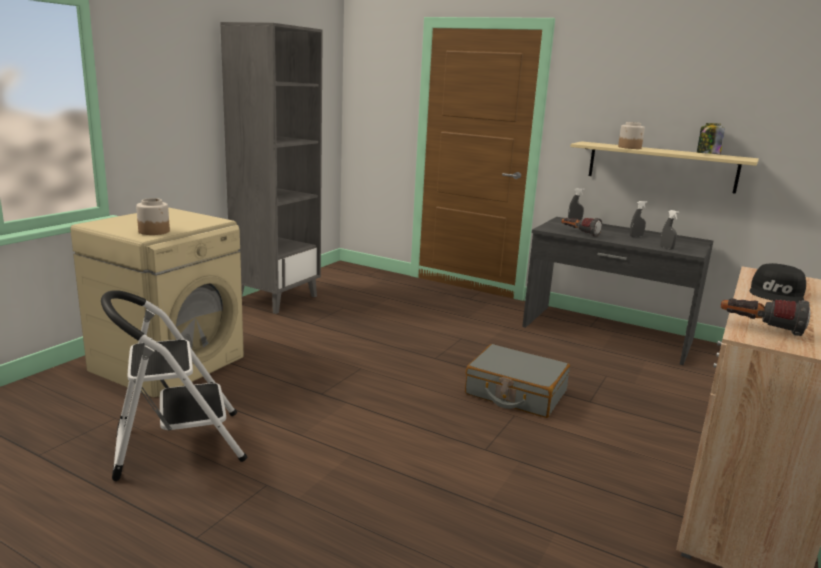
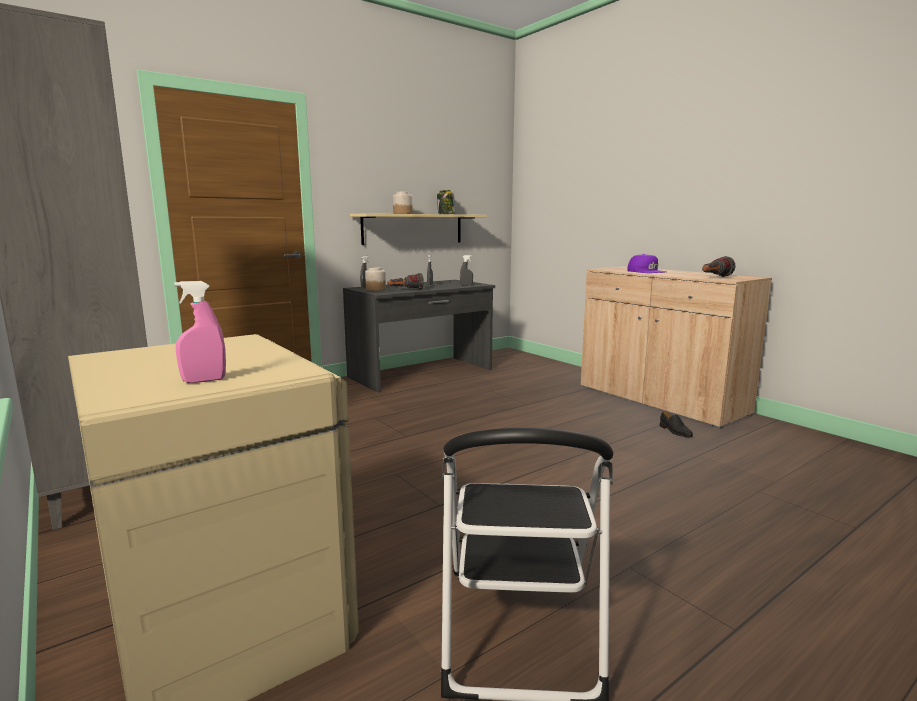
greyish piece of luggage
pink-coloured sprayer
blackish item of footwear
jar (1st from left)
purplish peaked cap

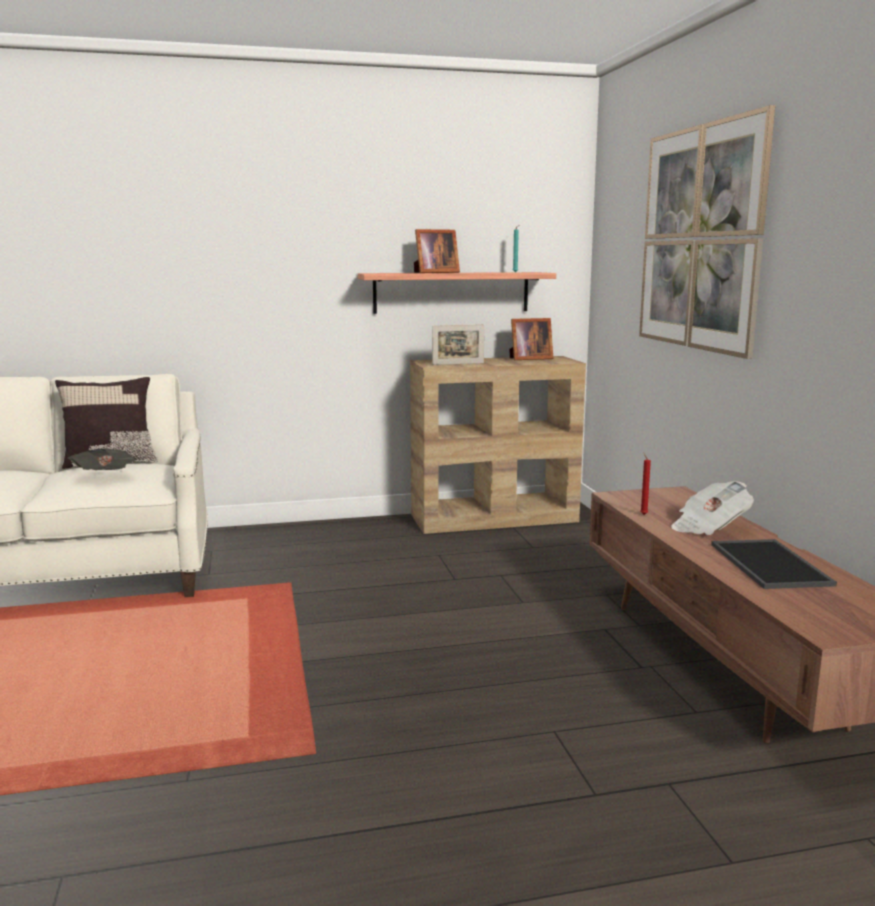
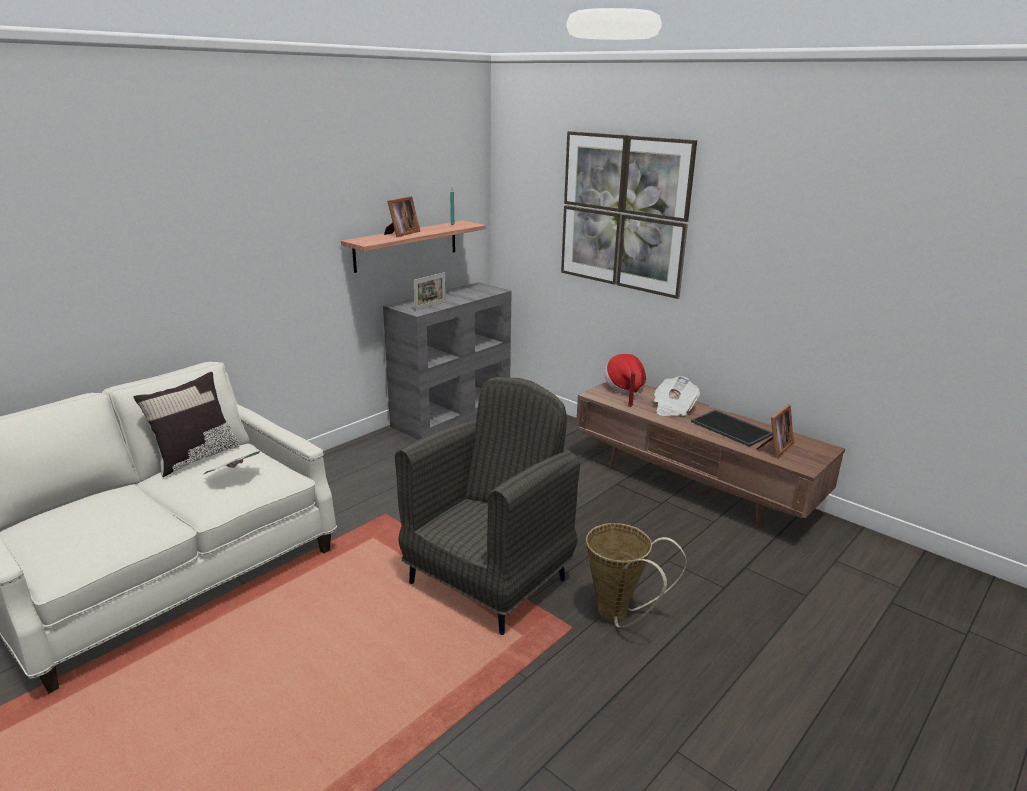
greyish armchair
storage basket
clothing hat
standing frame (3rd from left)
greyish shelving unit

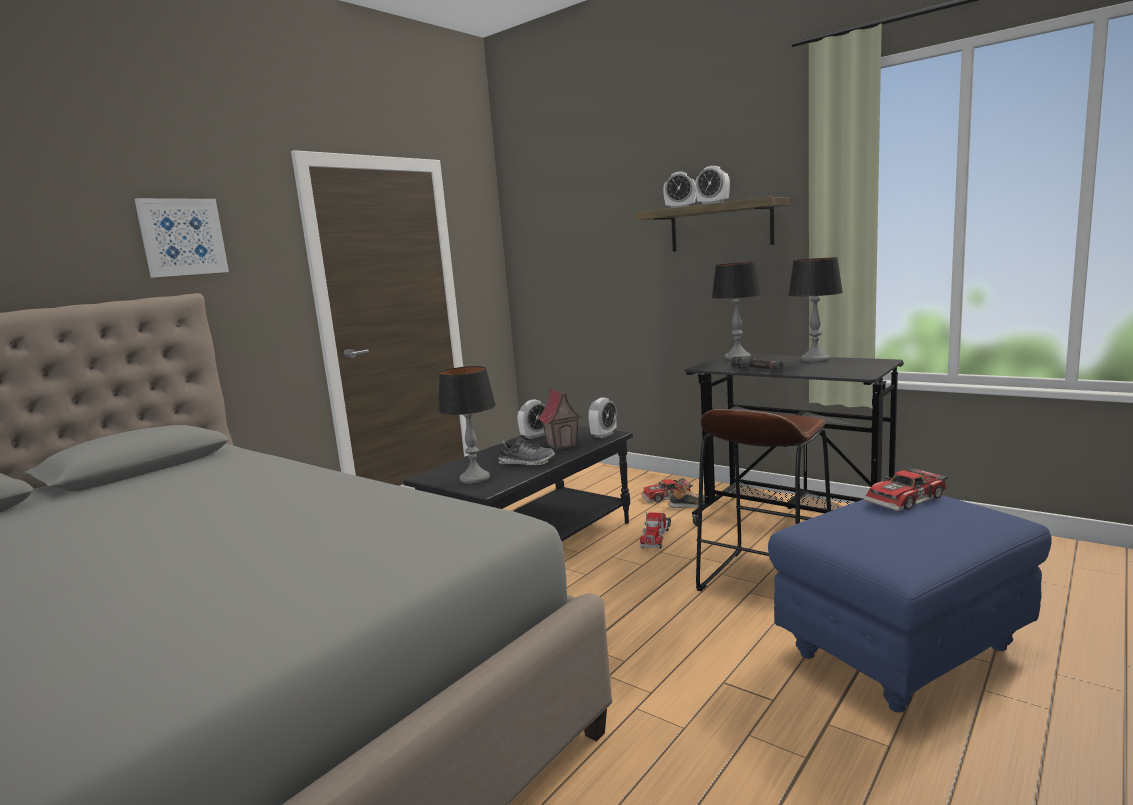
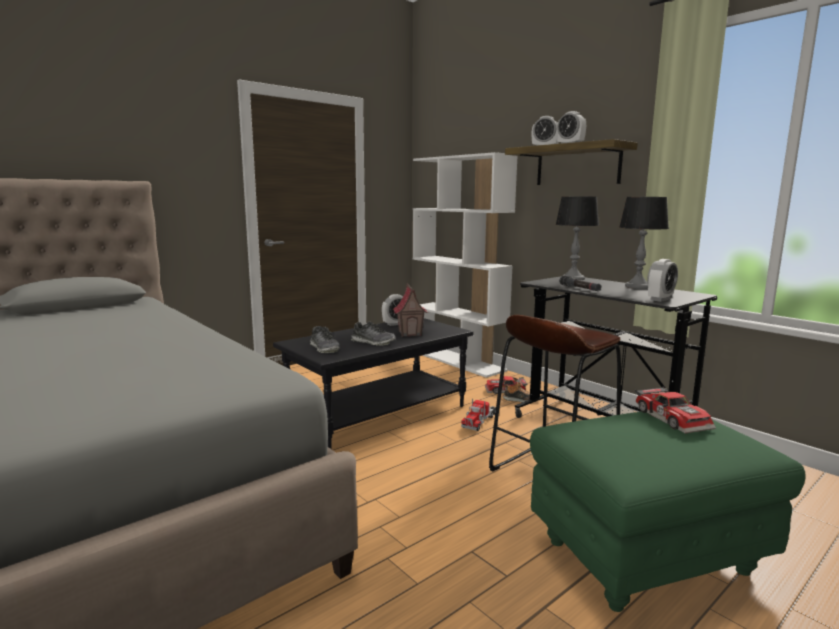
wall picture
white-coloured shelving unit
bedside clock (4th from left)
item of footwear (1st from left)
green ottoman
model car (2nd from left)

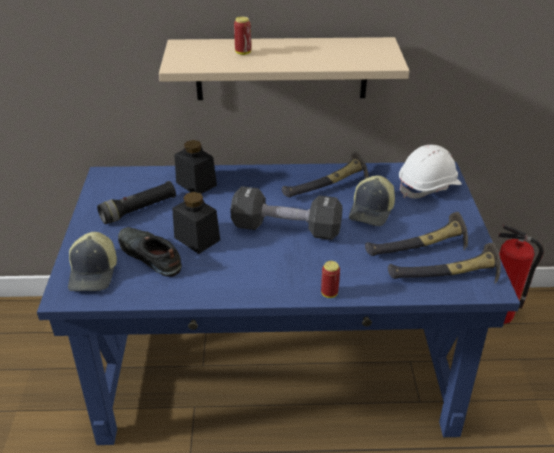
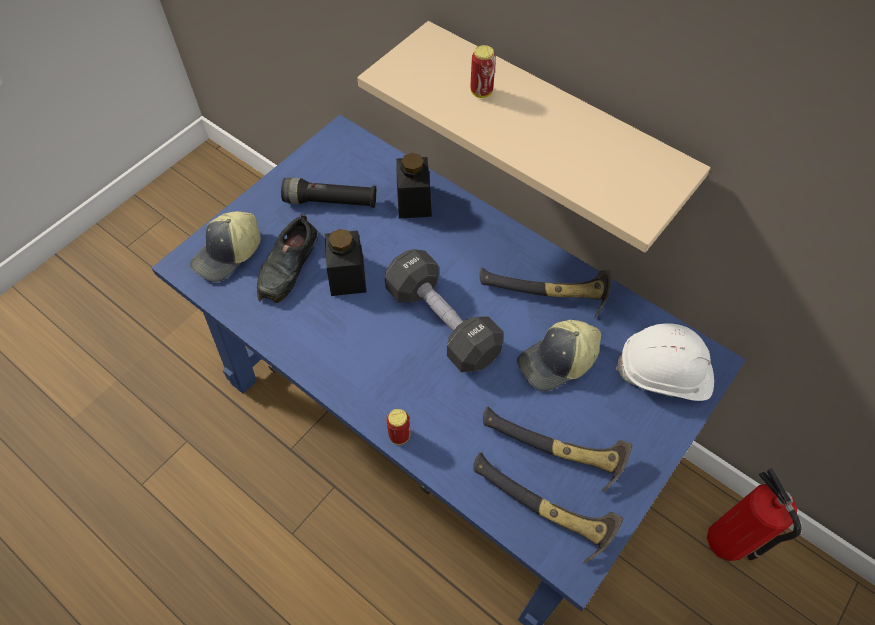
blackish item of footwear

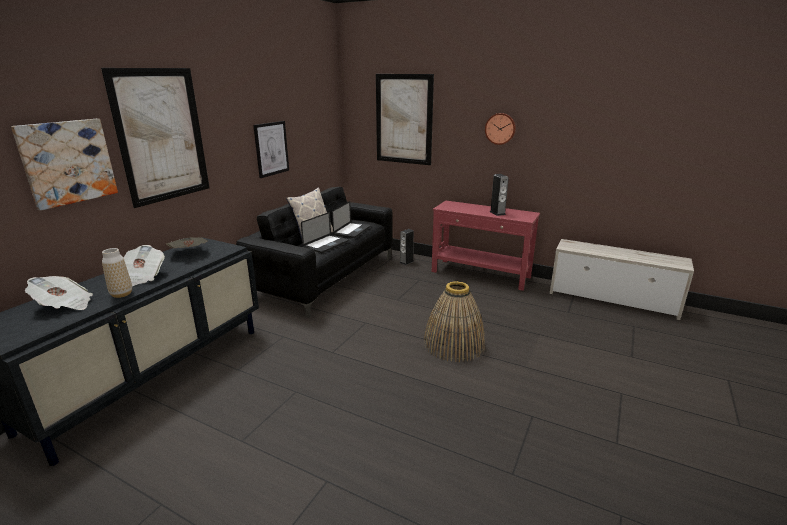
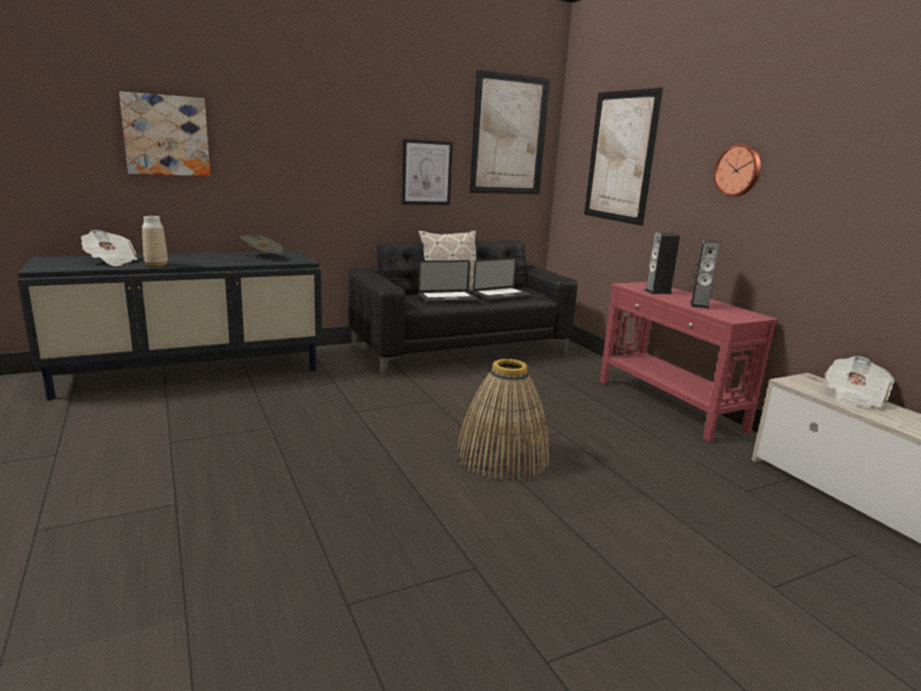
wall picture (3rd from left)
newspaper (3rd from left)
loudspeaker (1st from left)

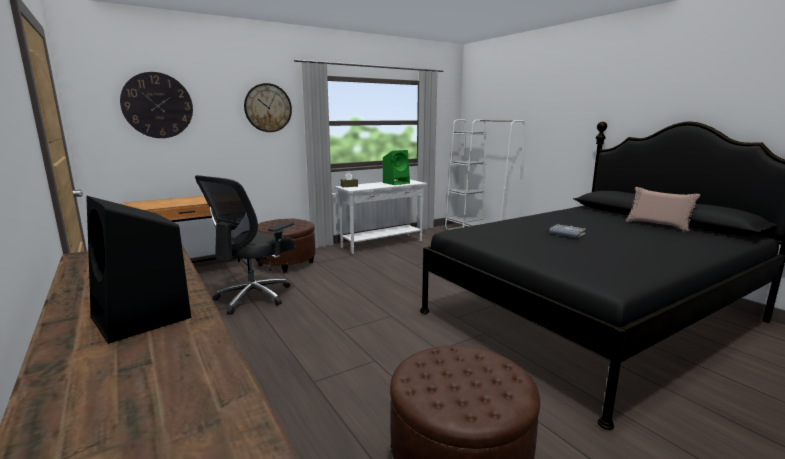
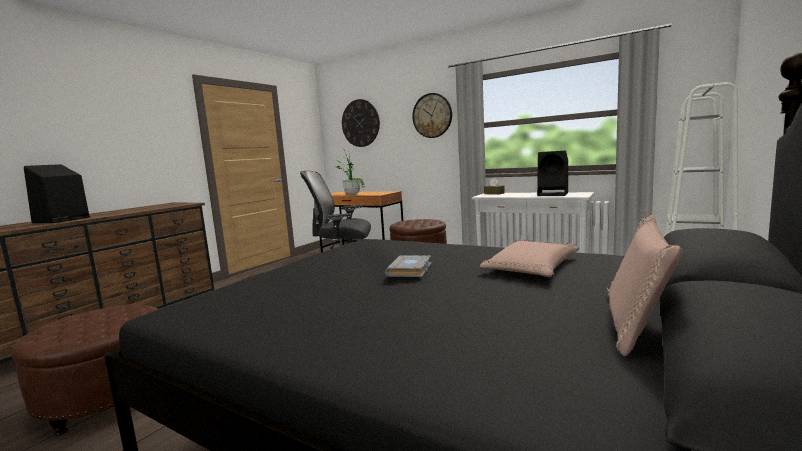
houseplant
sand-coloured cushion (1st from left)
blackish loudspeaker (2nd from left)

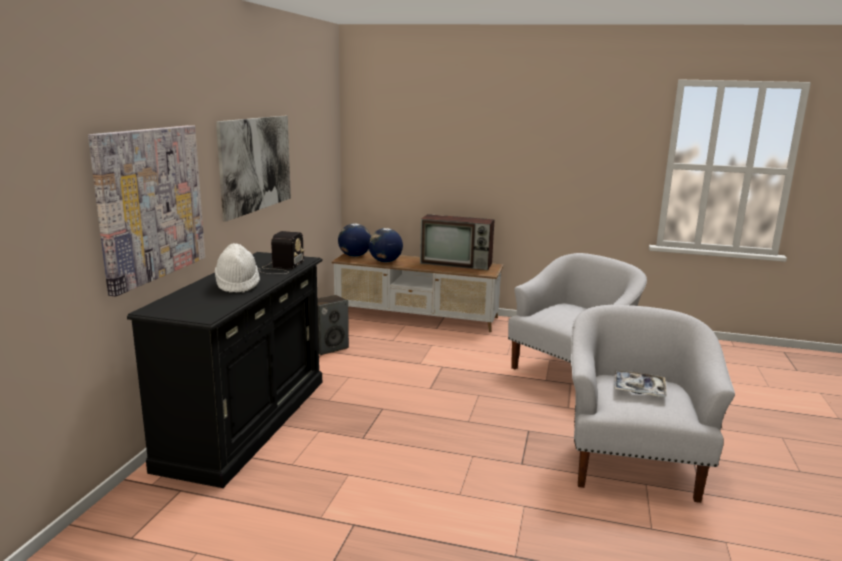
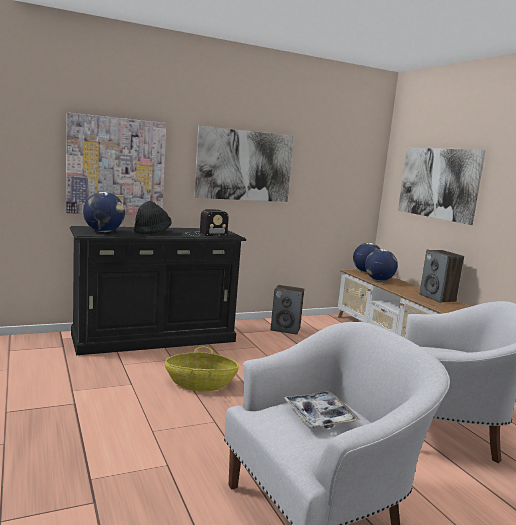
desk globe (1st from left)
storage basket
wall picture (3rd from left)
loudspeaker (2nd from left)
blackish clothing hat

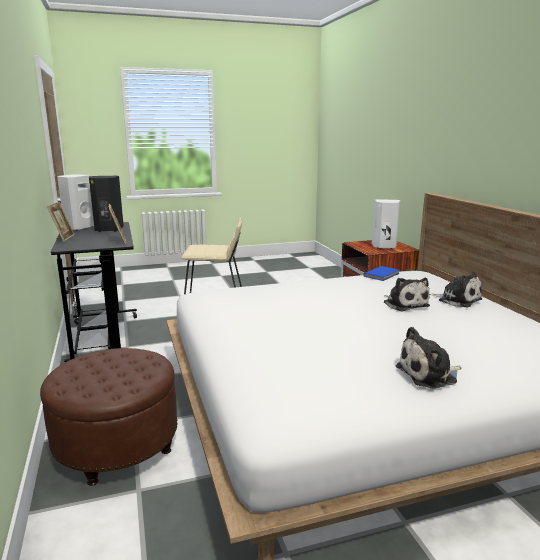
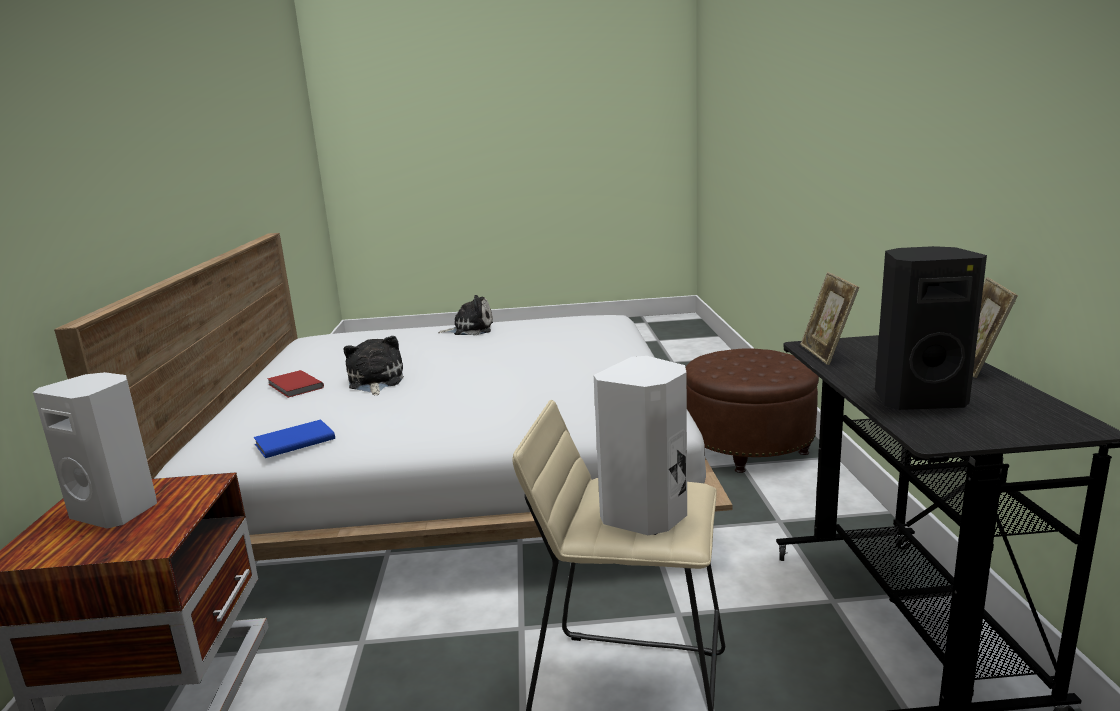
white-coloured loudspeaker (2nd from left)
red-coloured volume

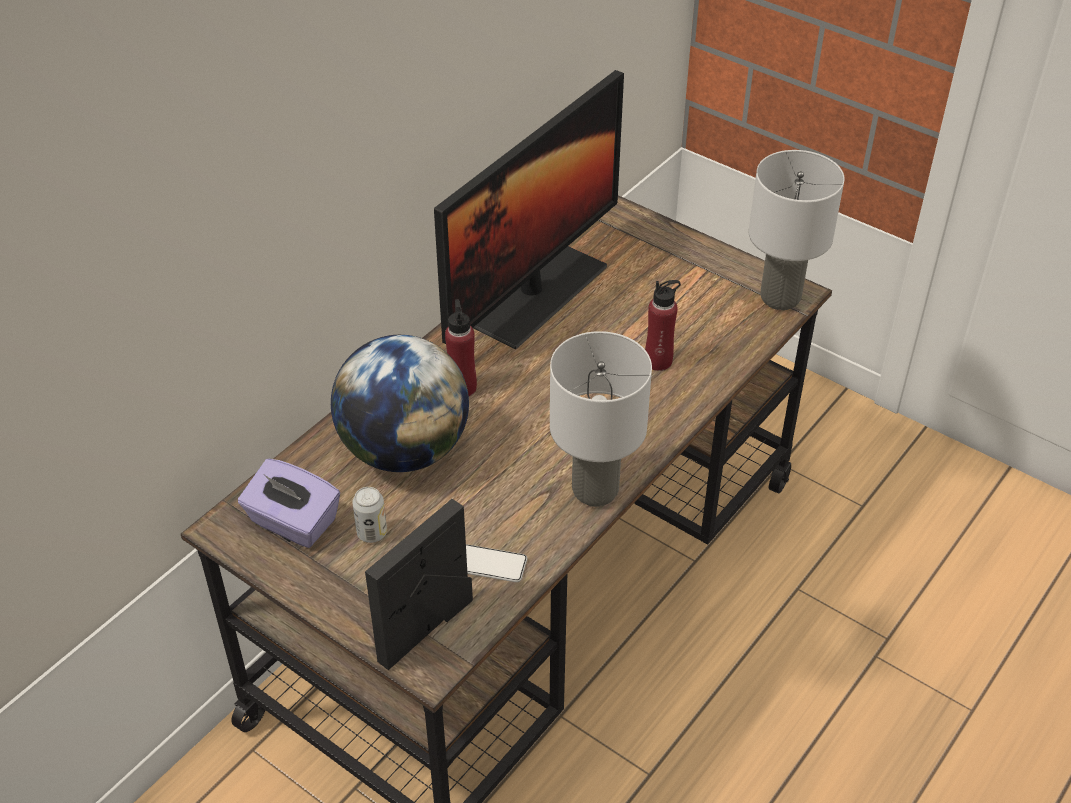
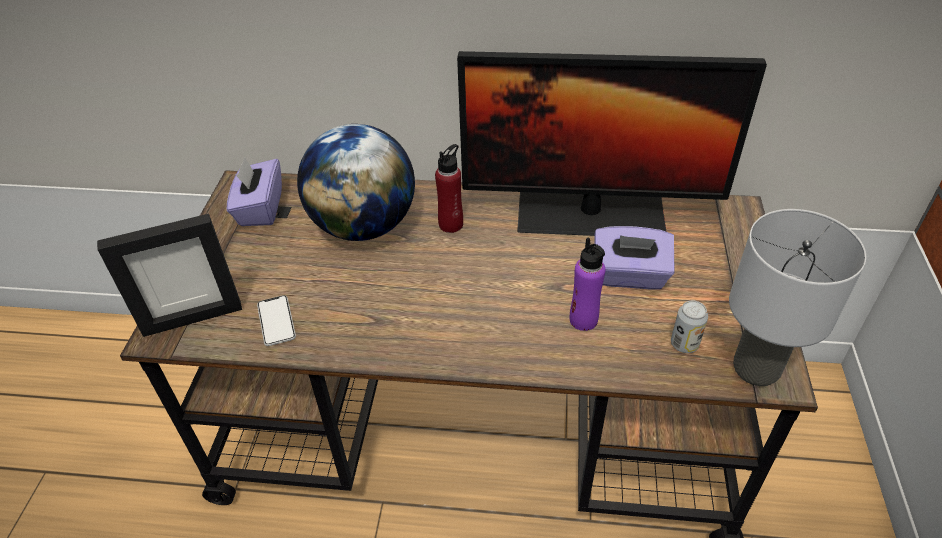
white-coloured table lamp (1st from left in the first image)
purplish tissue box (2nd from left)
sealed can
purplish beverage bottle
standing frame

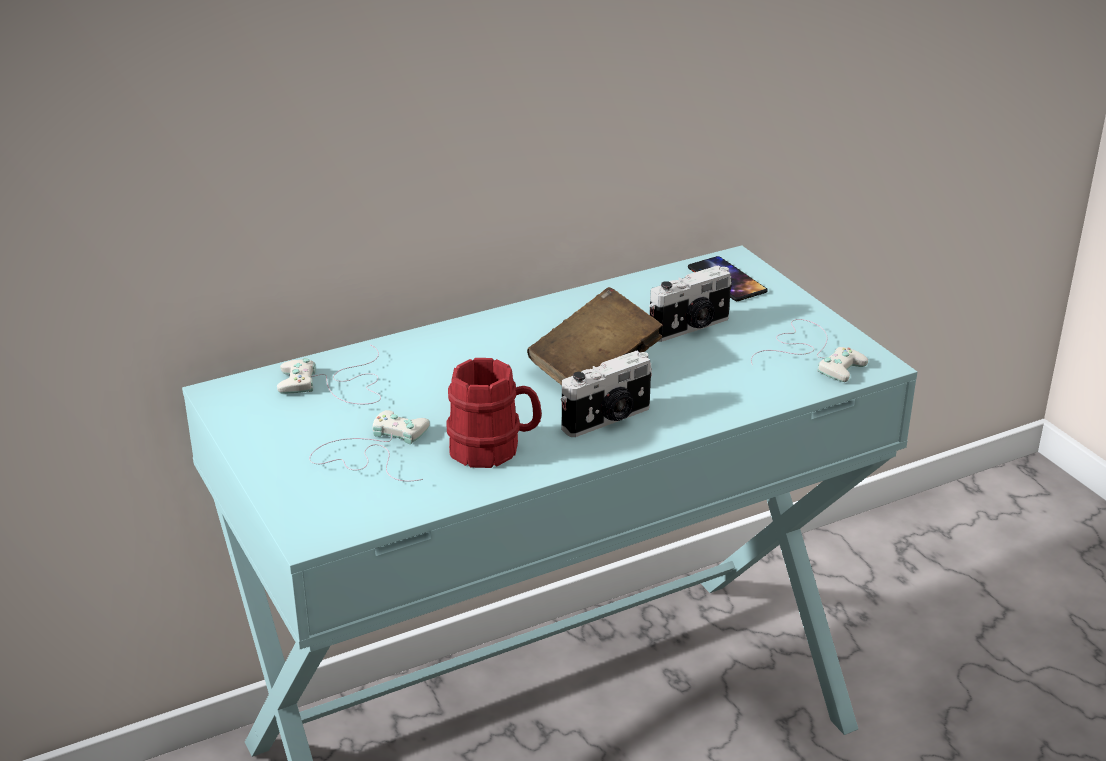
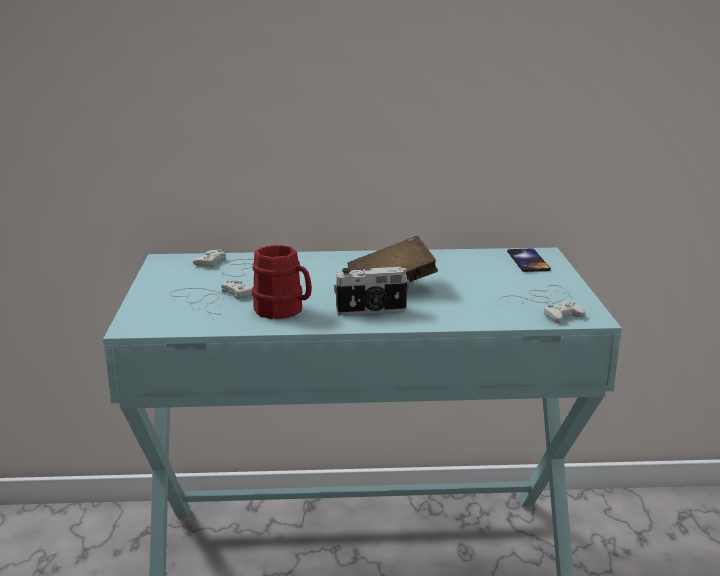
photo camera (2nd from left in the first image)

